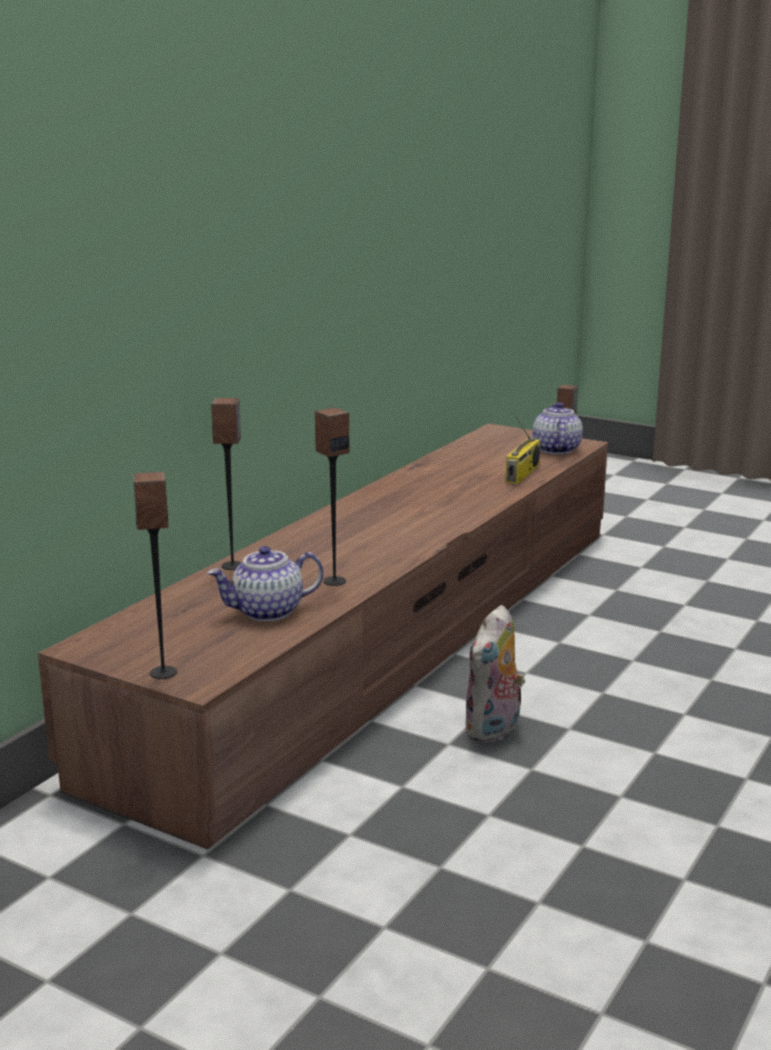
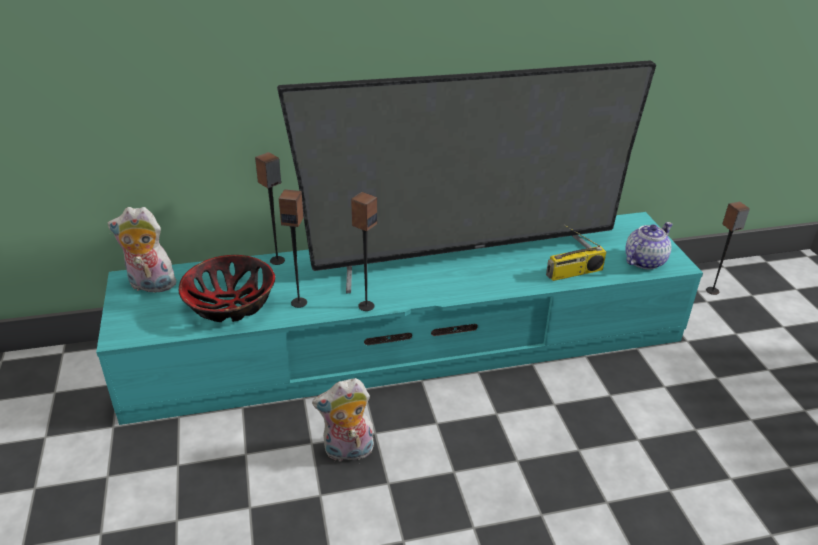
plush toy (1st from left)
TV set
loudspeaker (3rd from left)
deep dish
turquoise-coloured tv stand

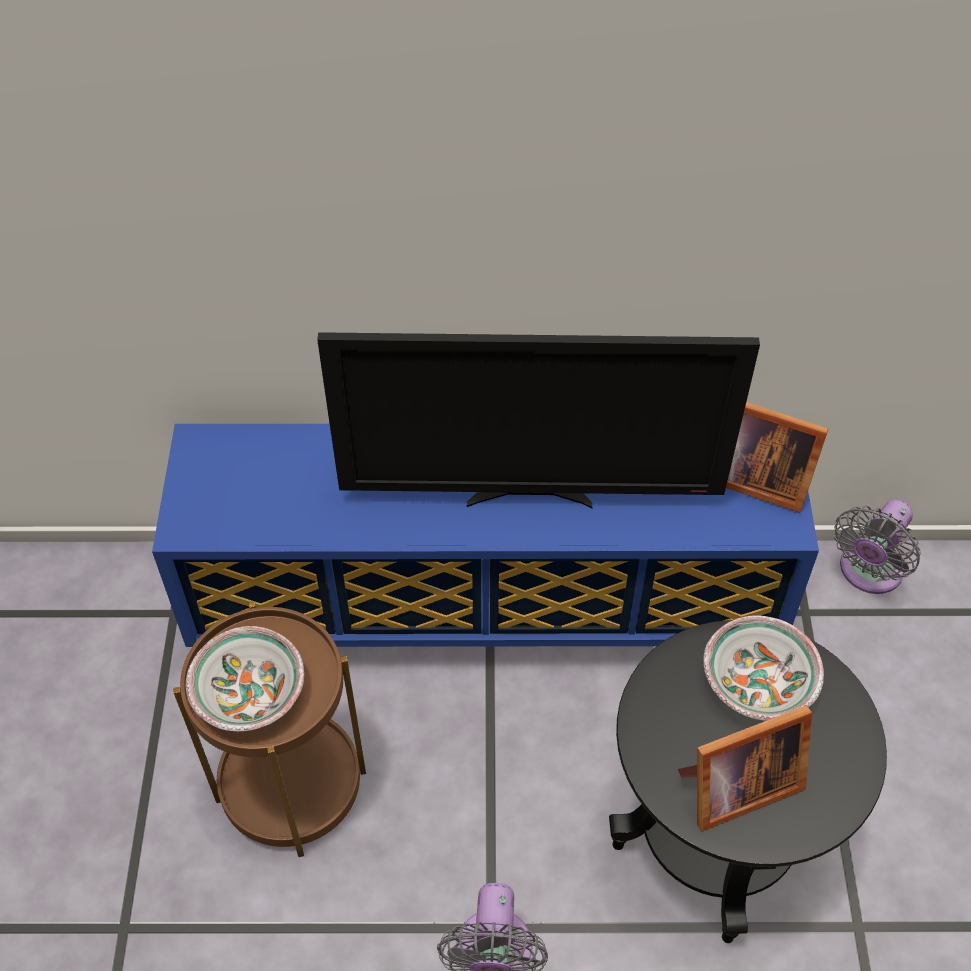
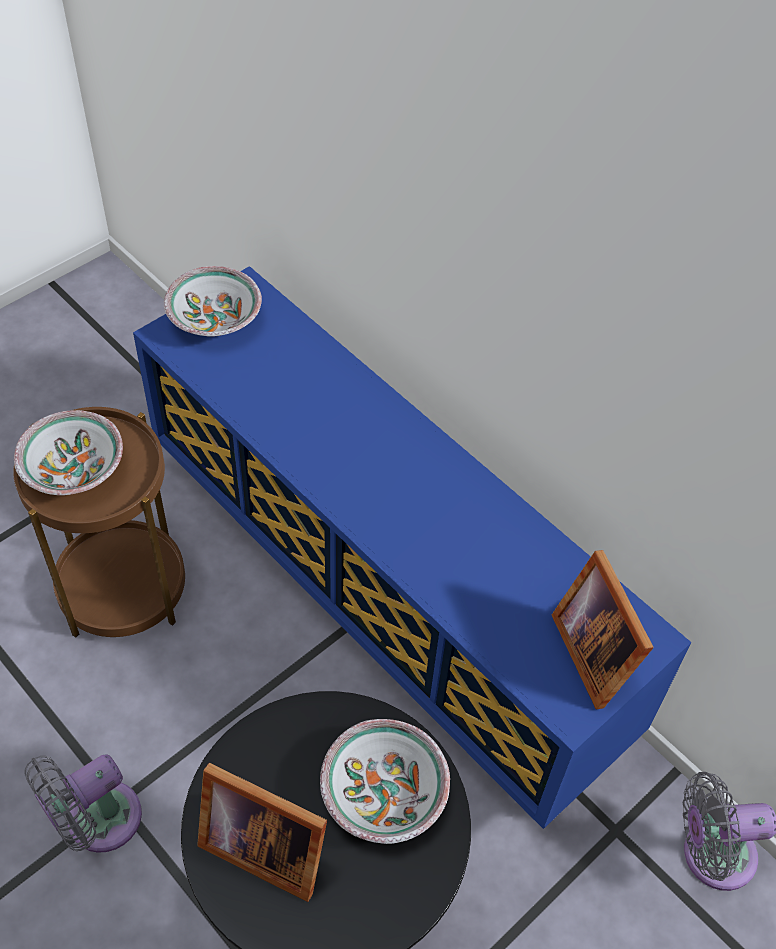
TV set
deep dish (2nd from left)

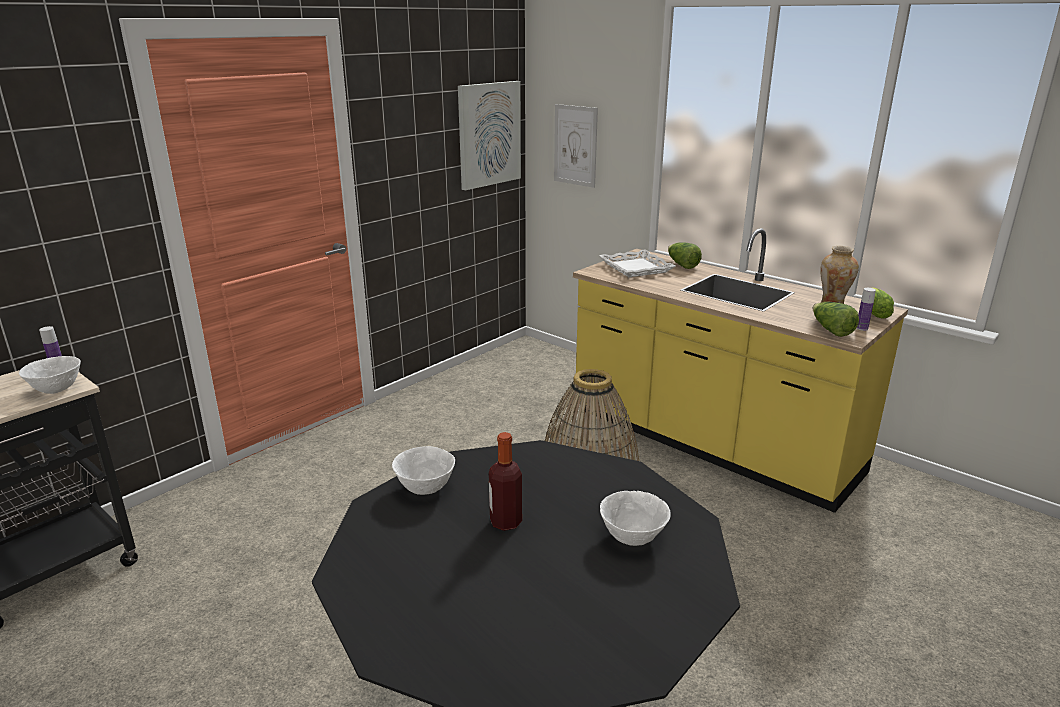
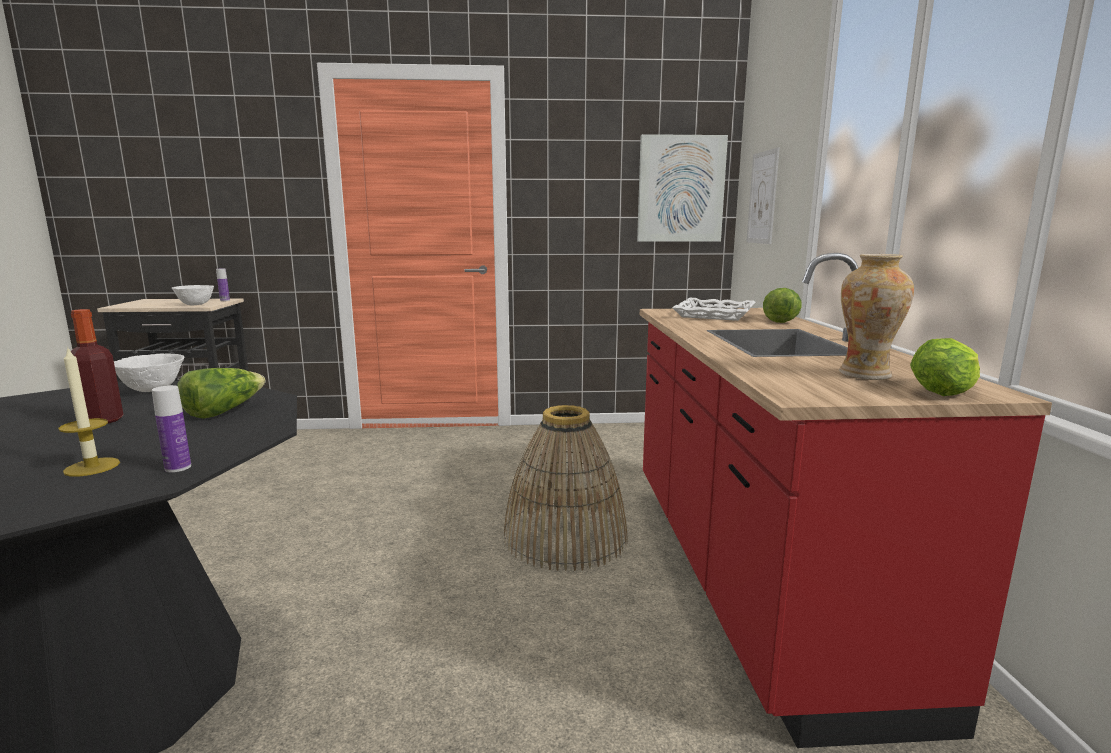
lettuce head (1st from left)
beverage bottle (2nd from left)
wax light
red-coloured counter

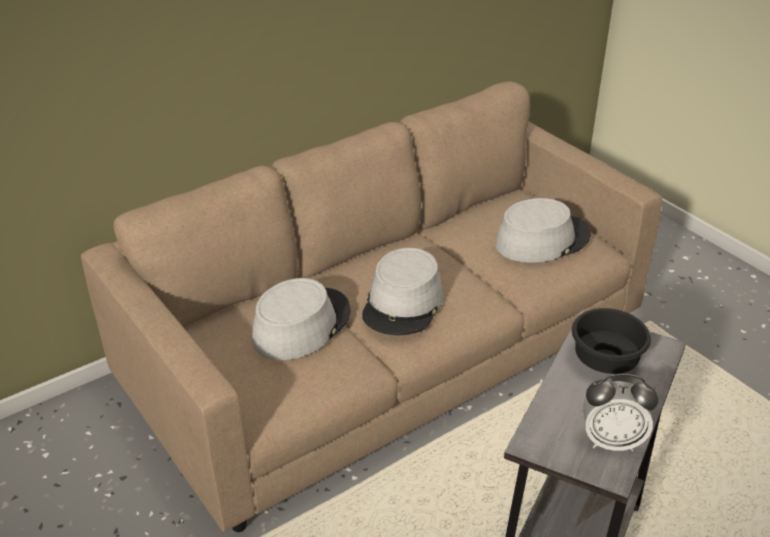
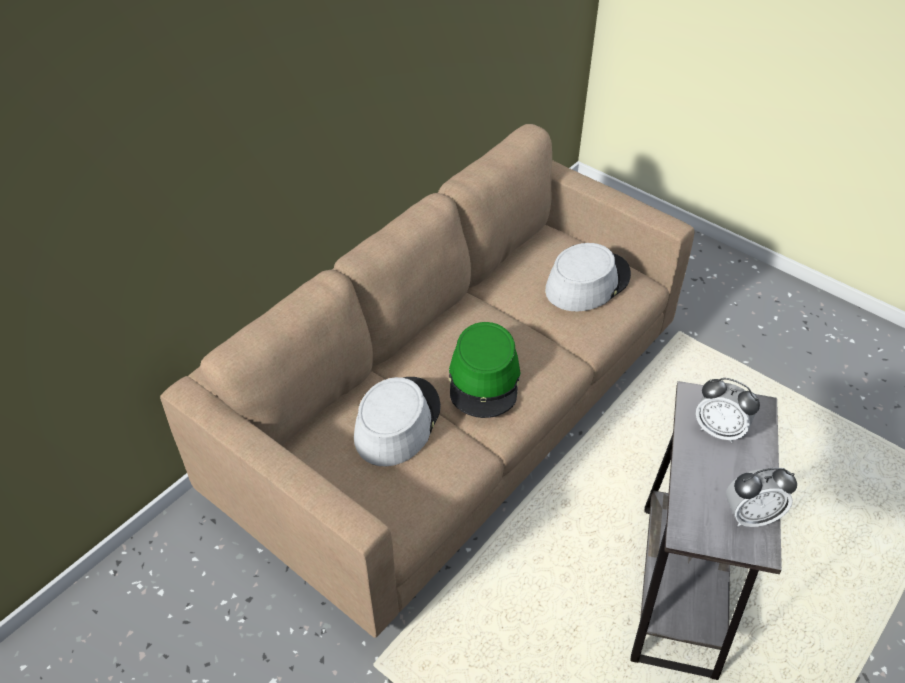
bedside clock (1st from left)
green clothing hat

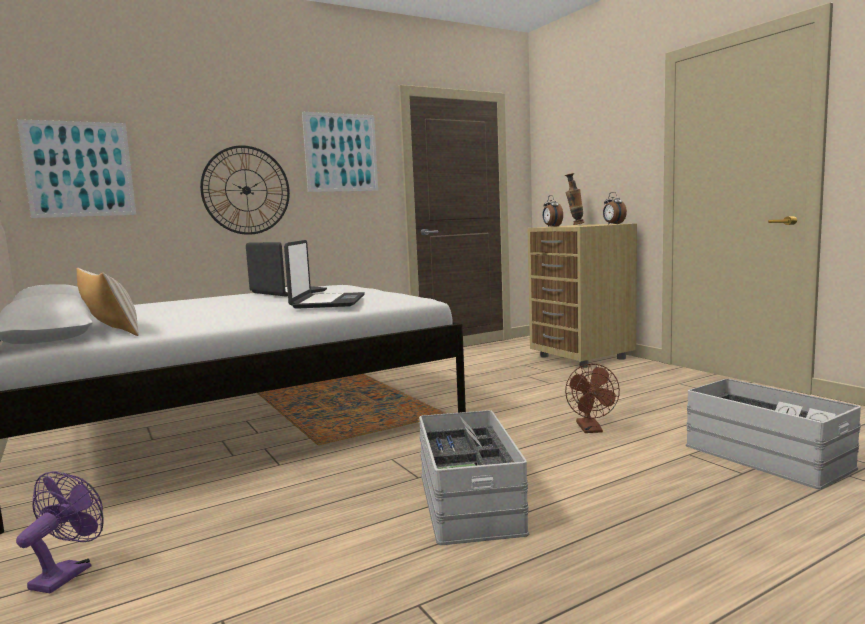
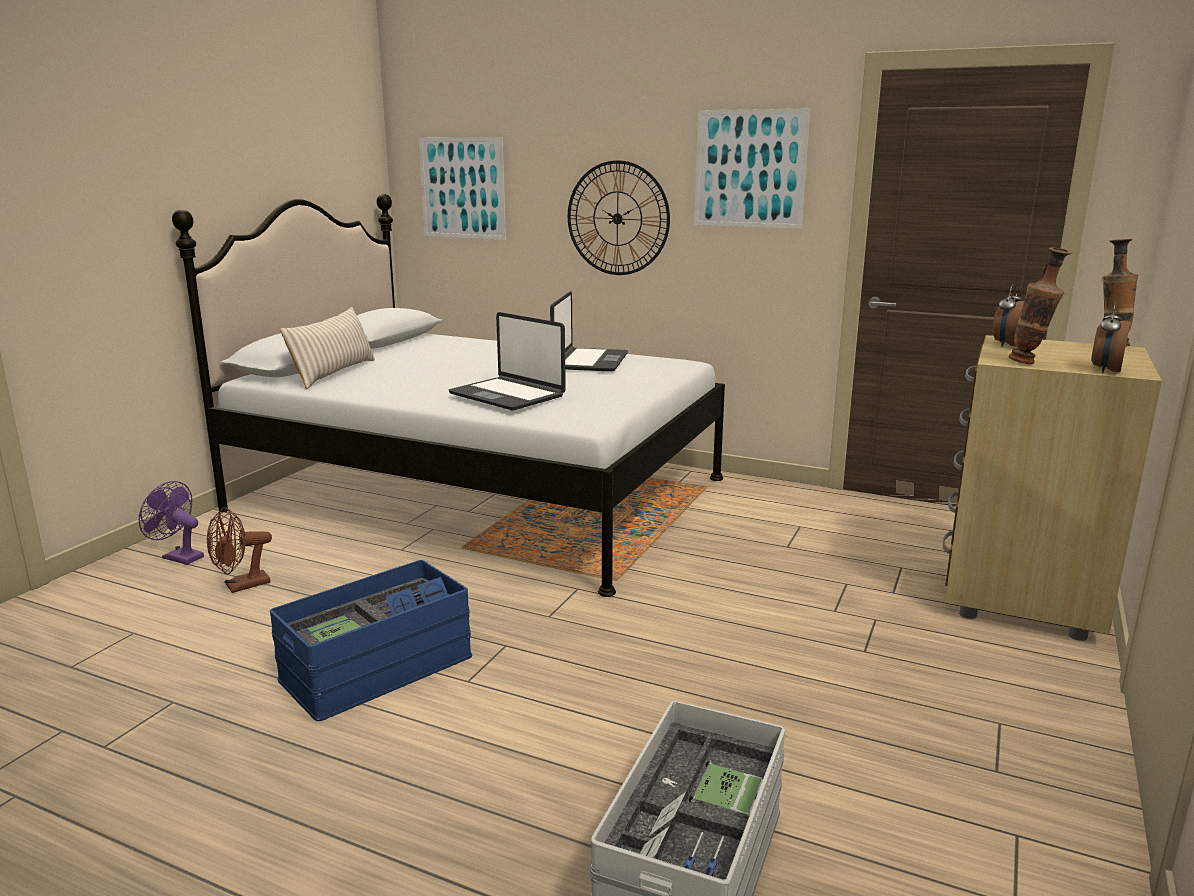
flower vase (1st from left)
brown-coloured electric fan
blue-coloured storage bin
purplish electric fan
laptop (1st from left)

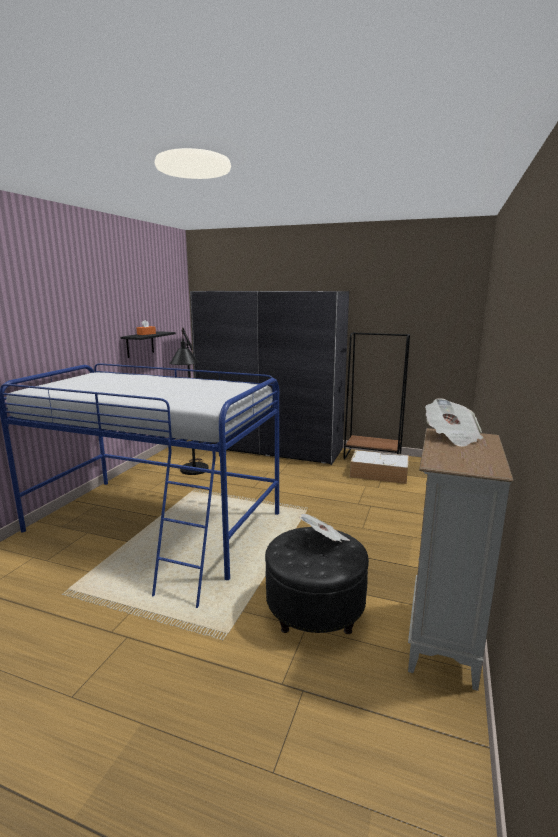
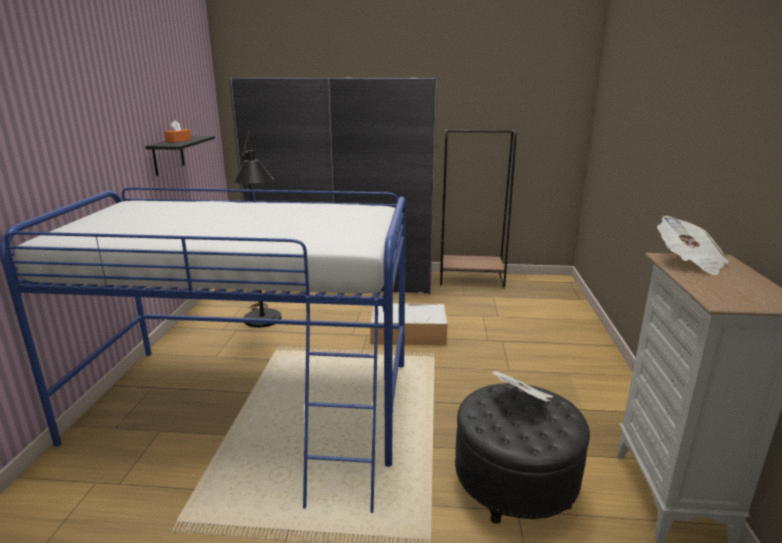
storage bin

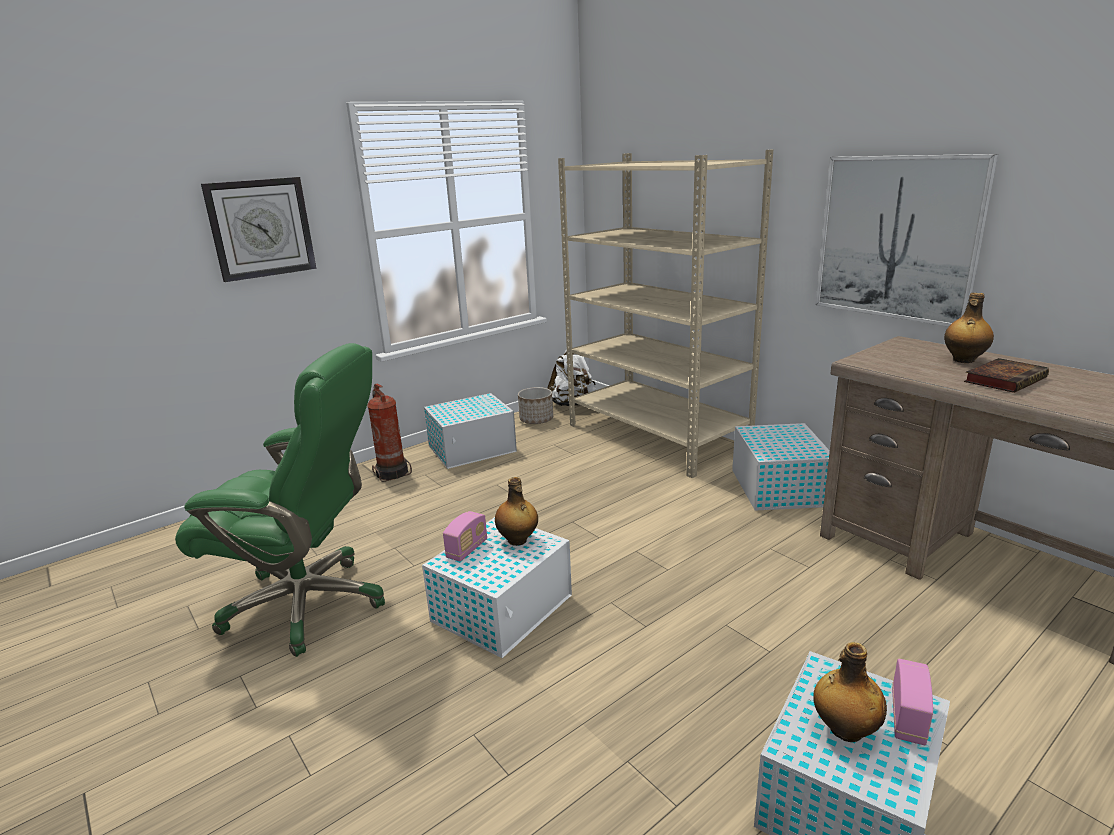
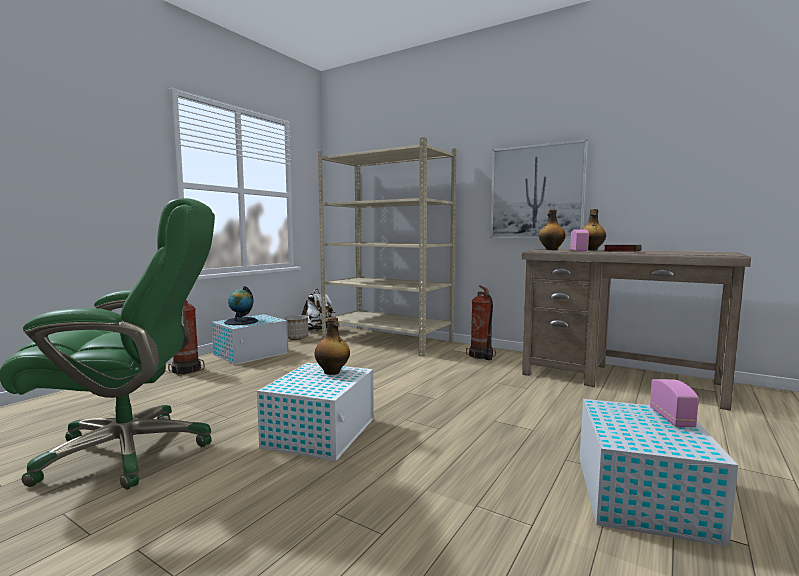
clock on the wall
desk globe
radio (1st from left)
beverage bottle (2nd from left)
extinguisher (2nd from left)

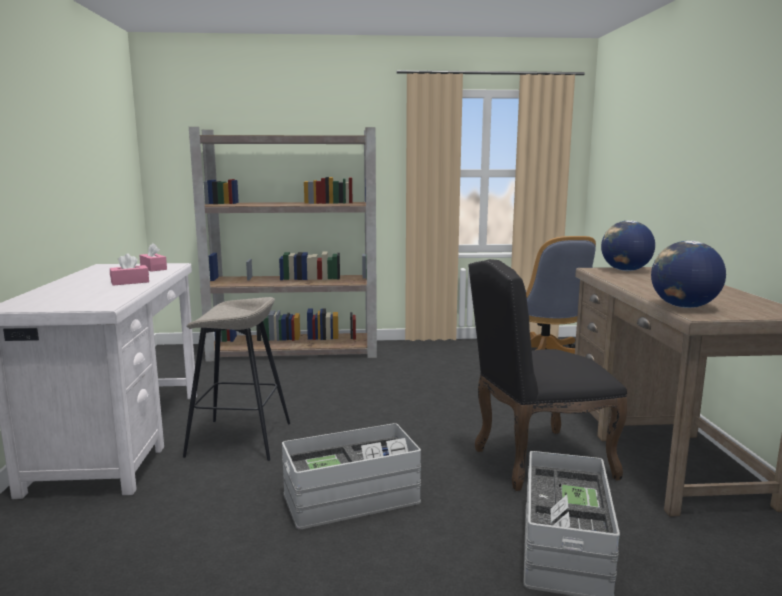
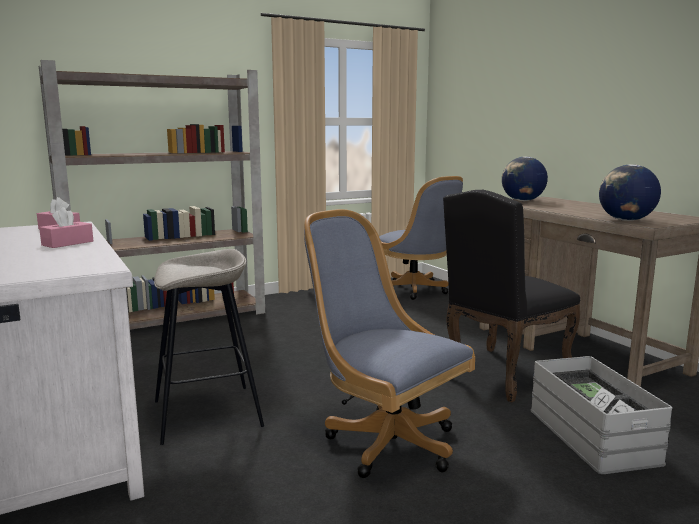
blue-coloured office chair (1st from left)

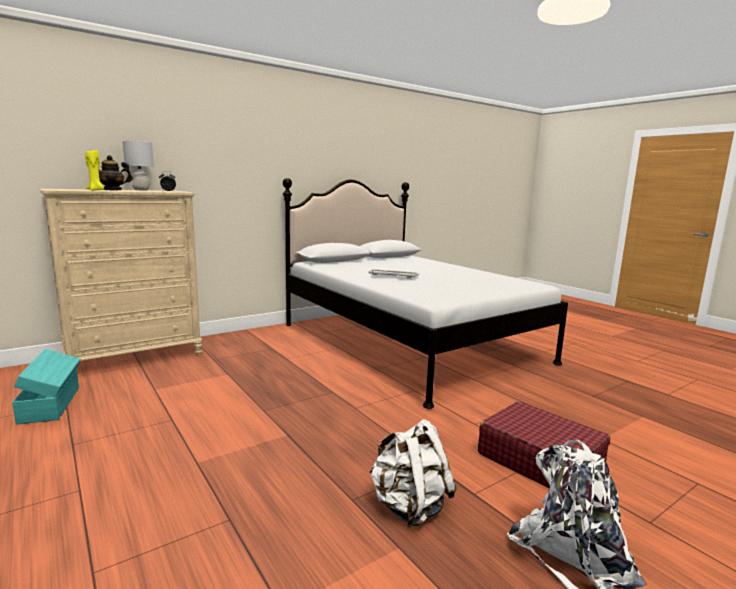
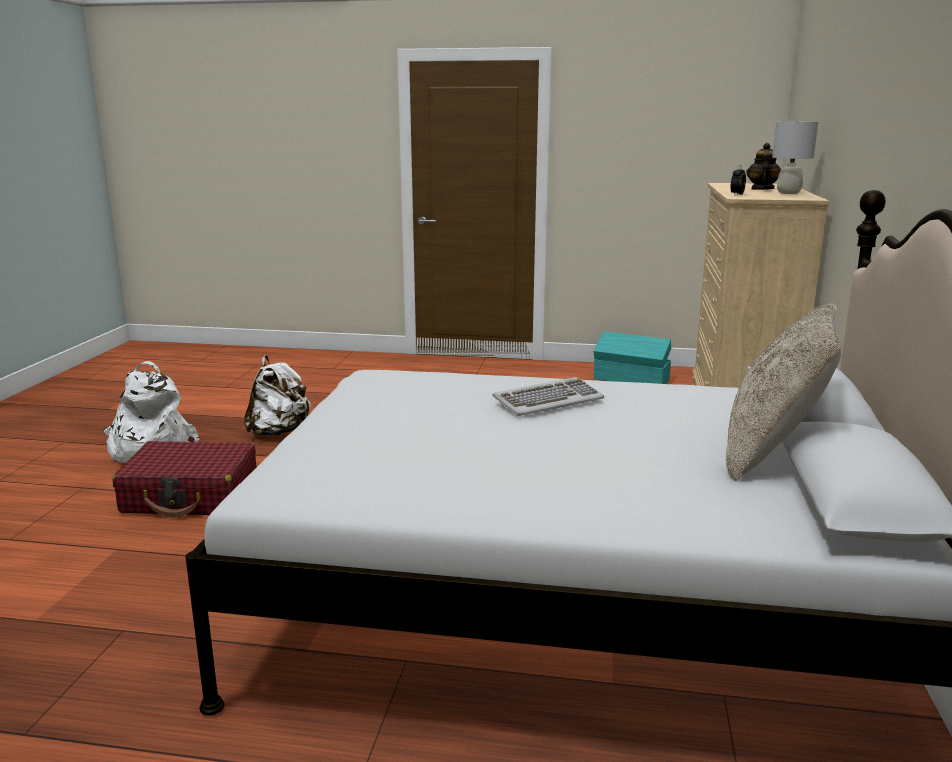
yellow-coloured wax light
sand-coloured cushion

